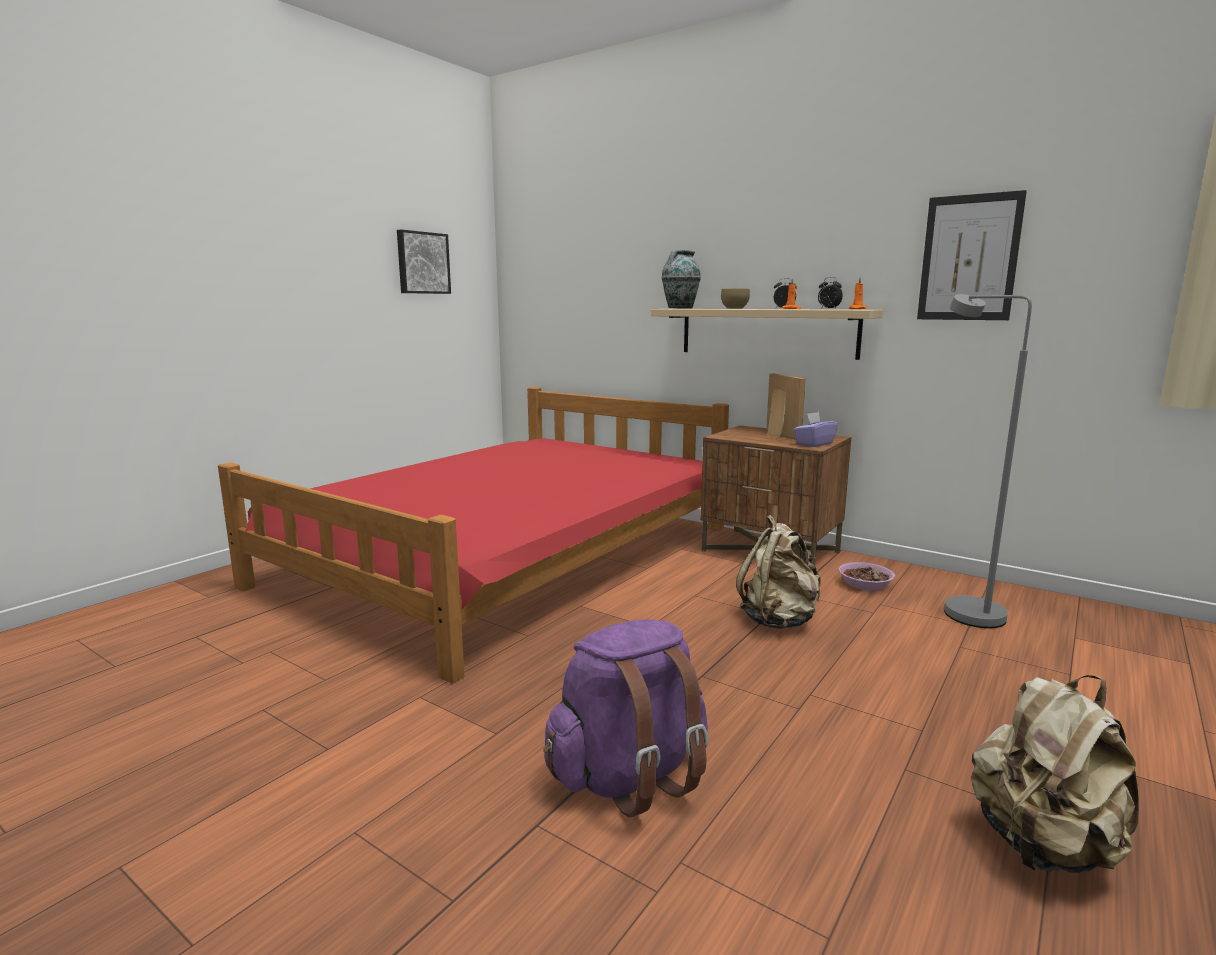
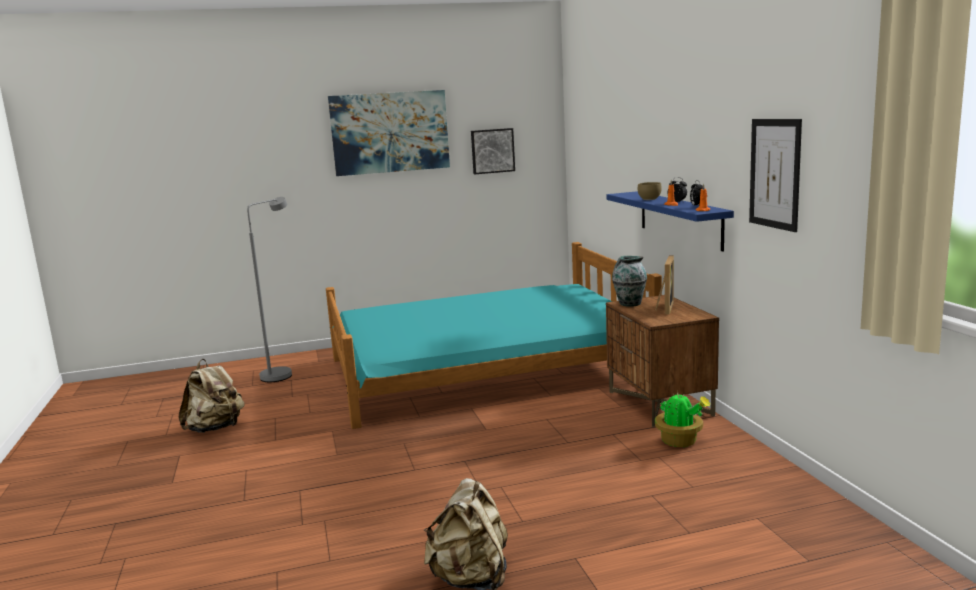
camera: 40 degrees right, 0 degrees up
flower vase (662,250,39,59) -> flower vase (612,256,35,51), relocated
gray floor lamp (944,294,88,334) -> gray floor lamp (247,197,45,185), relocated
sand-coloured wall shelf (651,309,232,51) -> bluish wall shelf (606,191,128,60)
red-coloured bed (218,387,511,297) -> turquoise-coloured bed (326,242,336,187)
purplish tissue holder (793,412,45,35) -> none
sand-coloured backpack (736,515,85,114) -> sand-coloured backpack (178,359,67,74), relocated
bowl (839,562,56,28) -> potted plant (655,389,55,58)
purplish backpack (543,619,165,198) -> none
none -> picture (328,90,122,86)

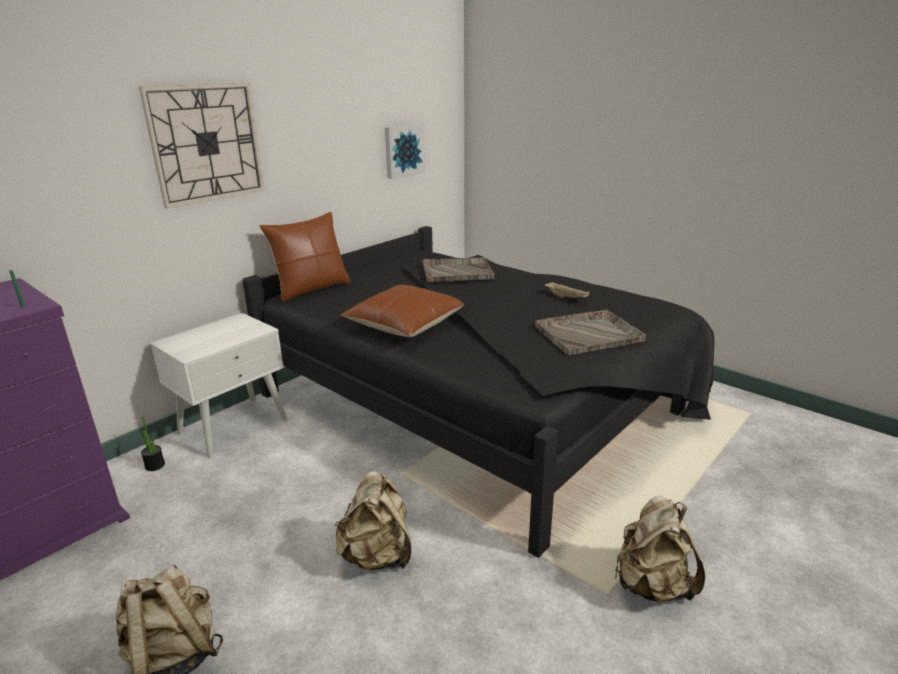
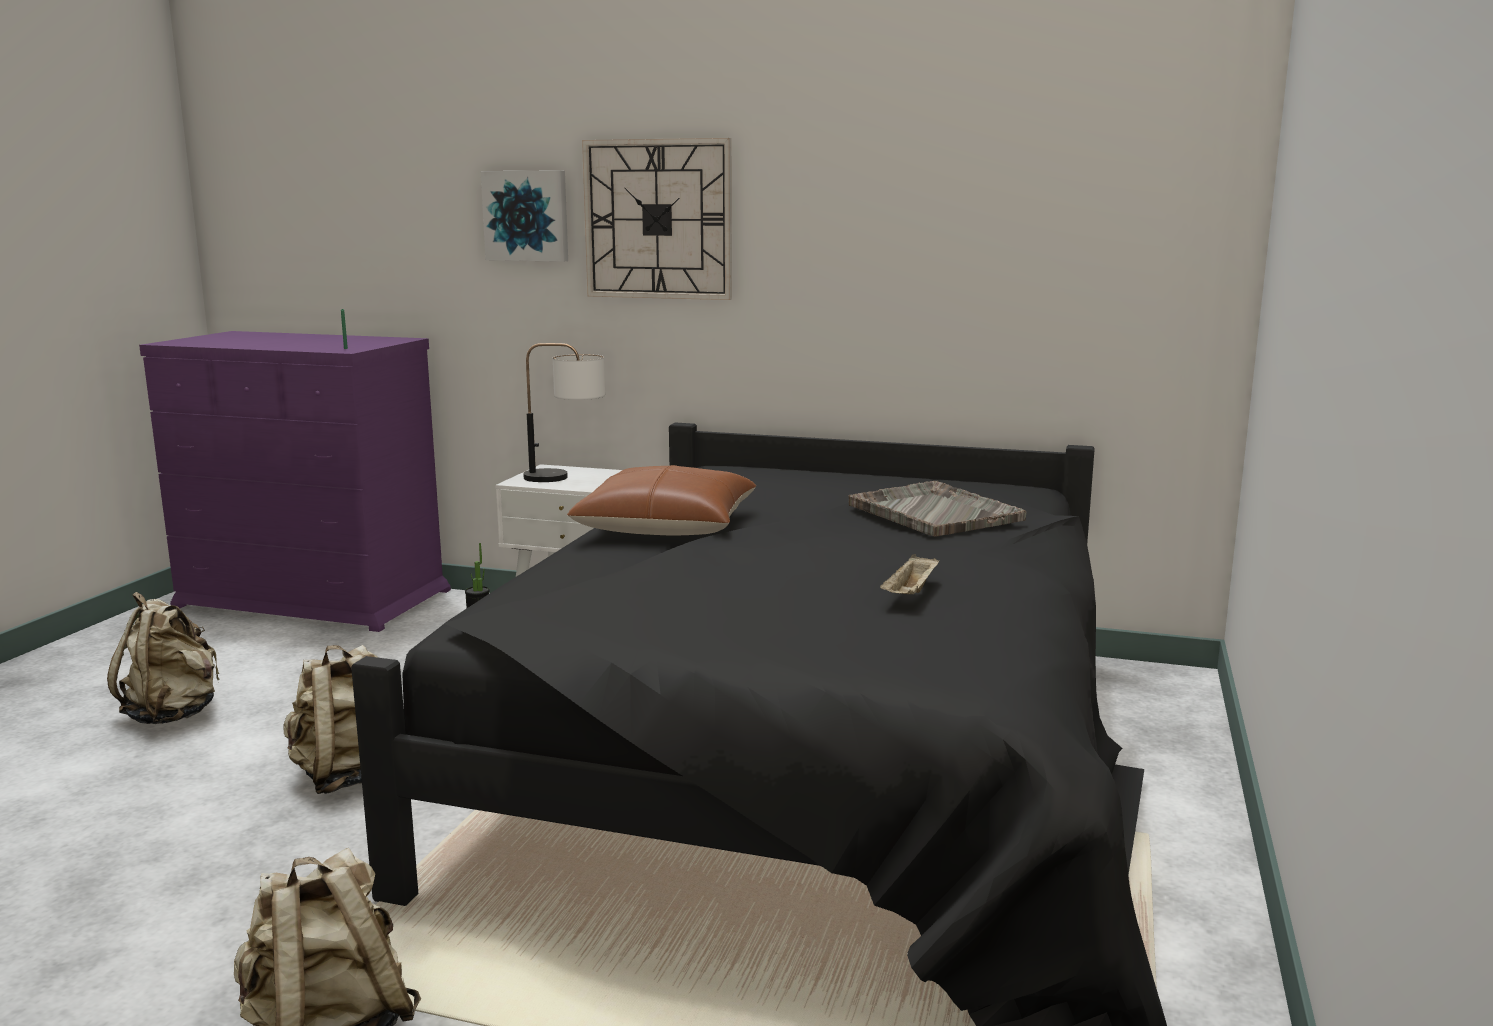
camera: 65 degrees right, 10 degrees down
picture (385,123,40,56) -> picture (480,170,88,92), relocated
brown pillow (260,212,90,90) -> none
gray serving tray (535,310,111,45) -> none
none -> table lamp (523,343,82,139)

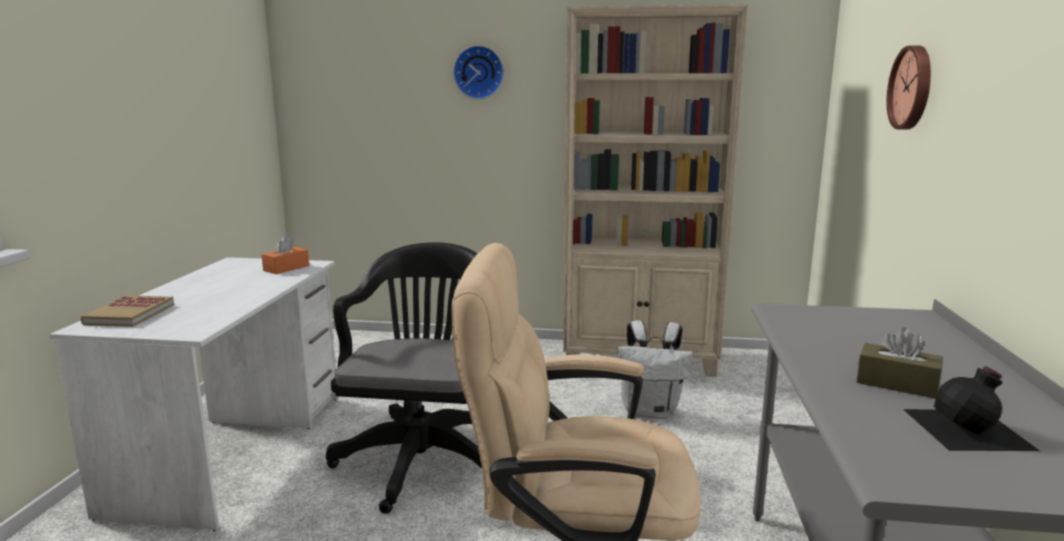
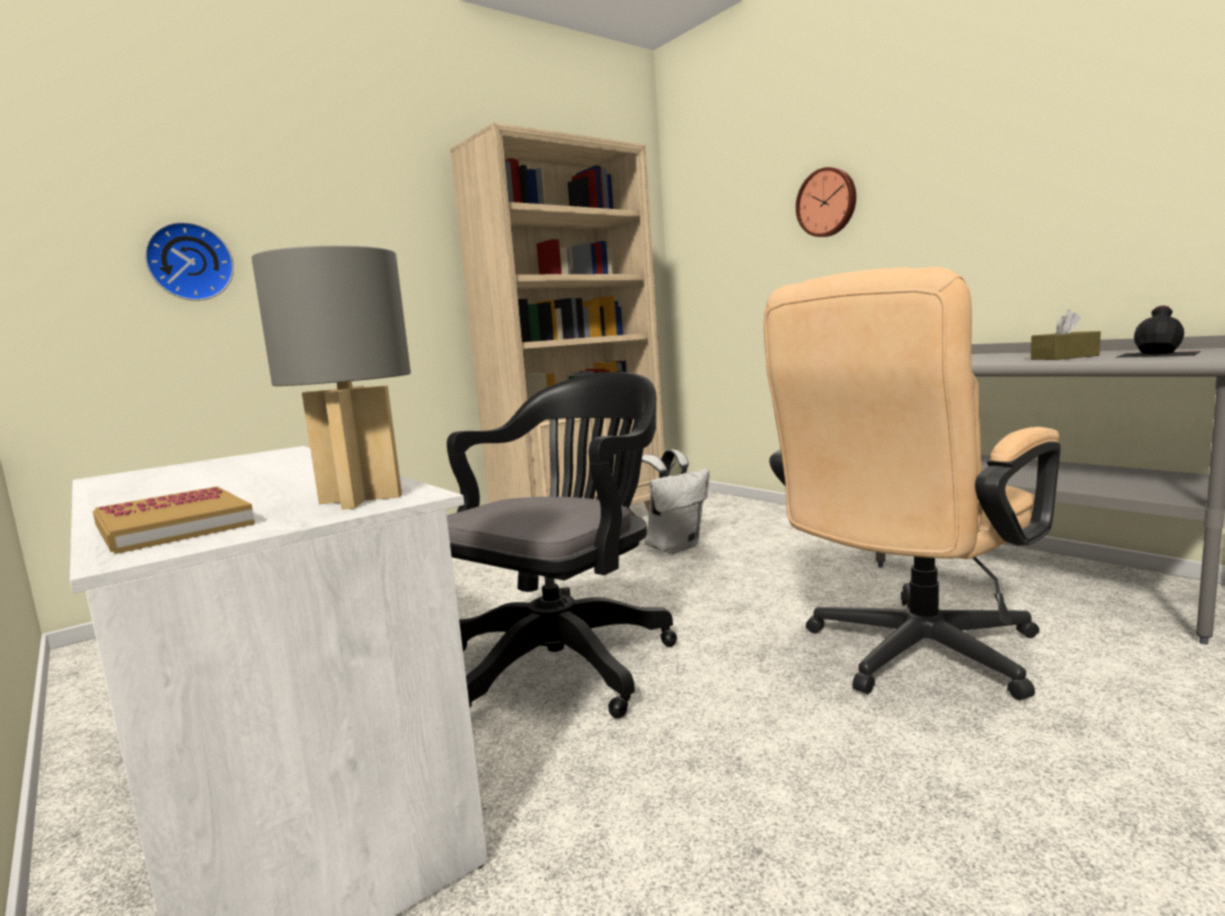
camera: 45 degrees left, 5 degrees down
wall clock (453,45,51,54) -> wall clock (145,222,89,79), relocated
orange-coloured tissue holder (262,235,47,39) -> none
blackish office chair (326,242,156,272) -> blackish office chair (447,372,230,346), 75 degrees clockwise
none -> gray table lamp (251,246,160,264)

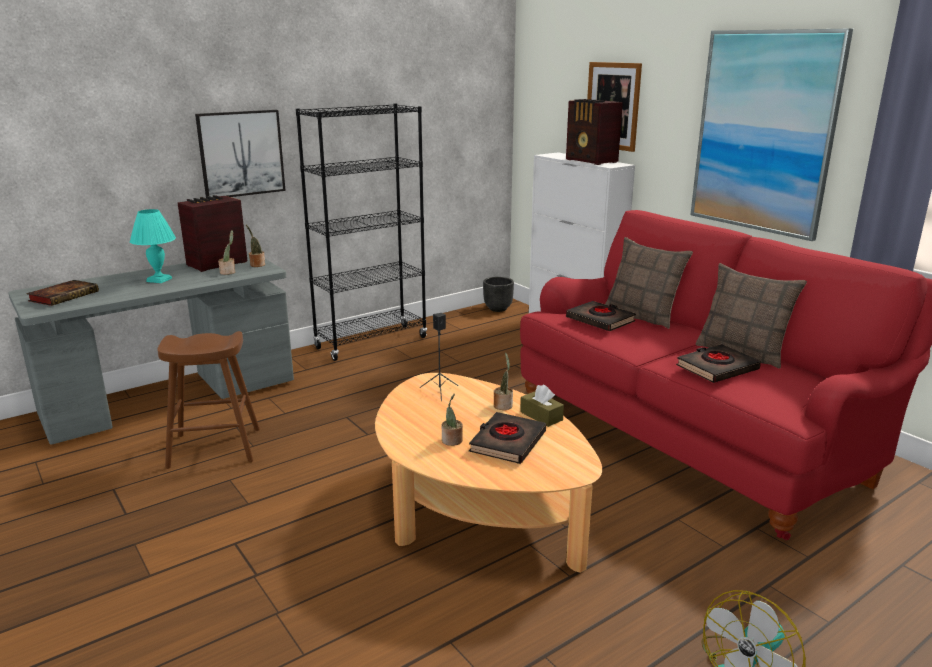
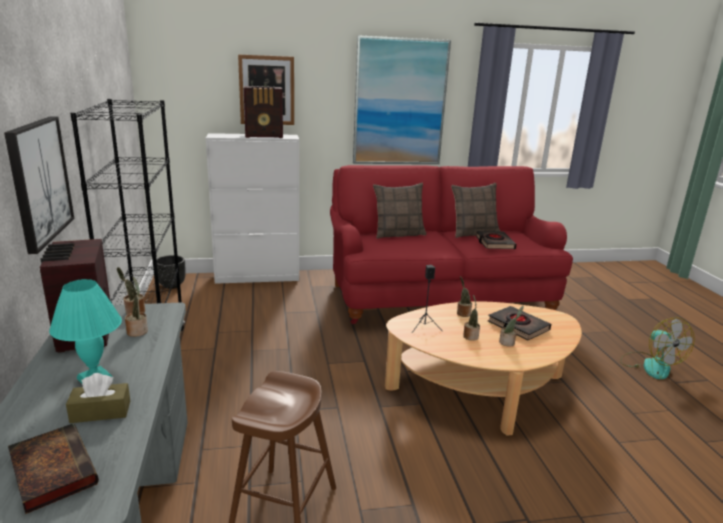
camera: 65 degrees left, 0 degrees up
blackish book (566,301,70,30) -> none
brown tissue holder (520,385,44,42) -> brown tissue holder (66,373,64,50), relocated
none -> potted plant (463,295,17,46)

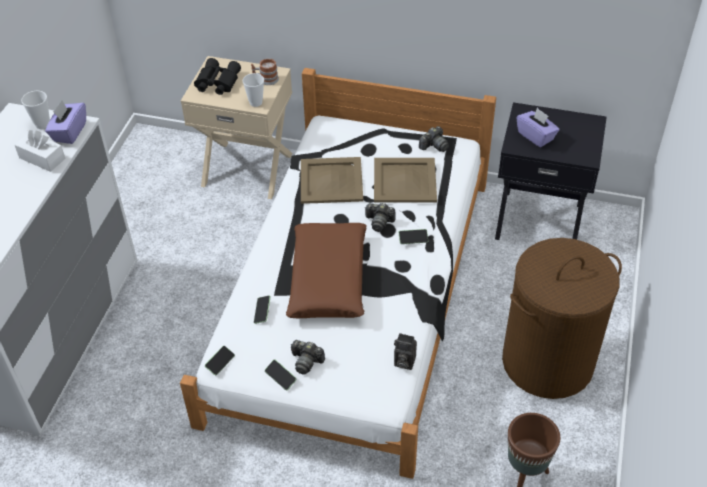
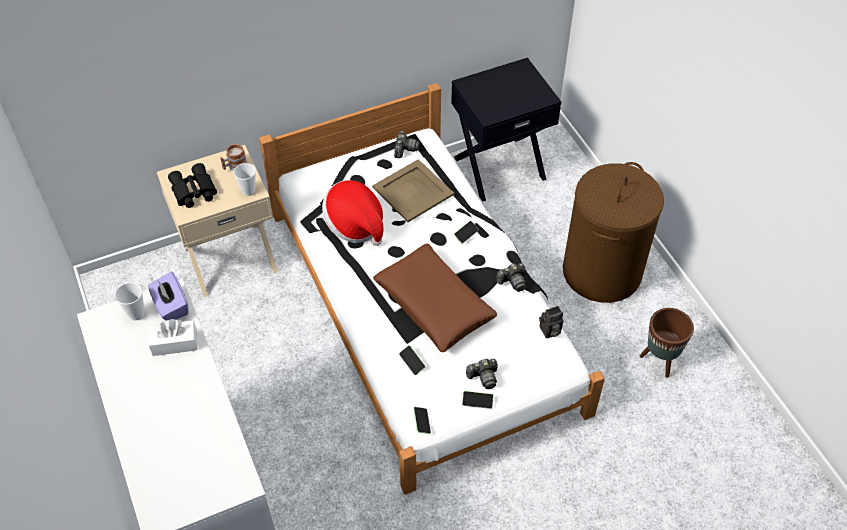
camera: 40 degrees left, 5 degrees up
purplish tissue holder (516,108,43,39) -> none
sand-coloured serving tray (301,157,62,47) -> clothing hat (322,180,61,66)
photo camera (365,203,31,29) -> photo camera (496,263,30,29), relocated

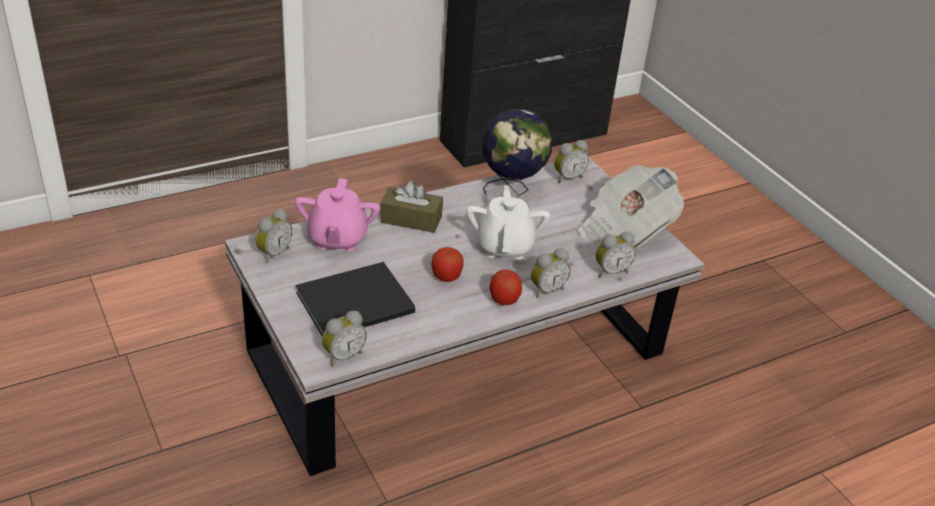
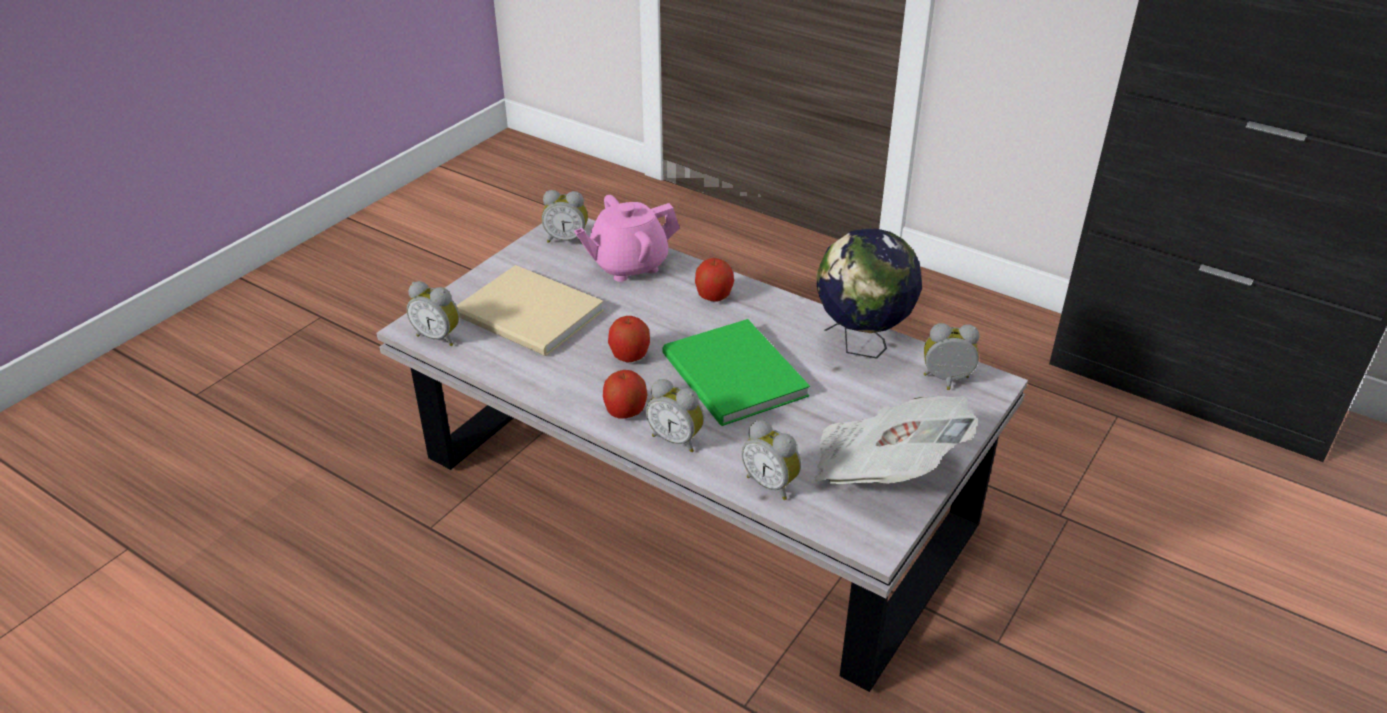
camera: 65 degrees right, 0 degrees up
alarm clock (554,140,35,43) -> alarm clock (924,323,55,67), 150 degrees clockwise
brown tissue holder (380,181,63,52) -> apple fruit (695,258,39,44)
white-coloured teapot (466,185,84,75) -> green book (663,319,147,107)
blackish book (296,262,119,75) -> sand-coloured book (456,265,148,91)

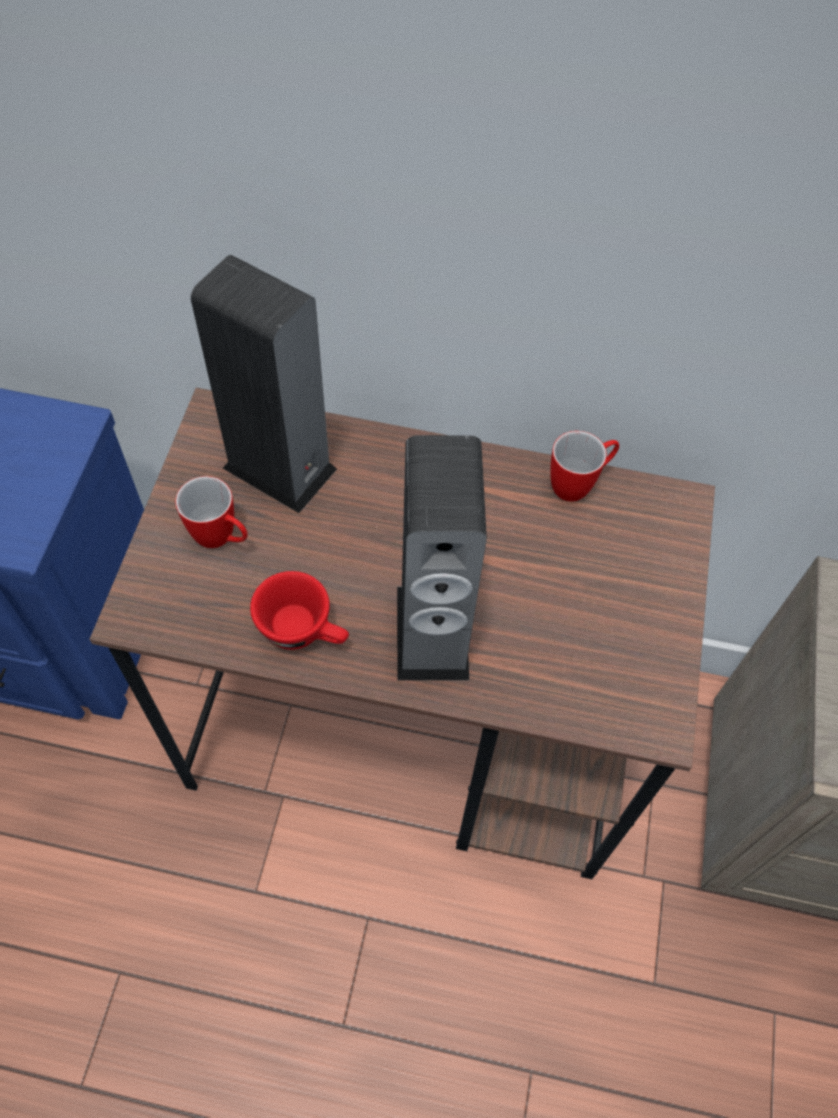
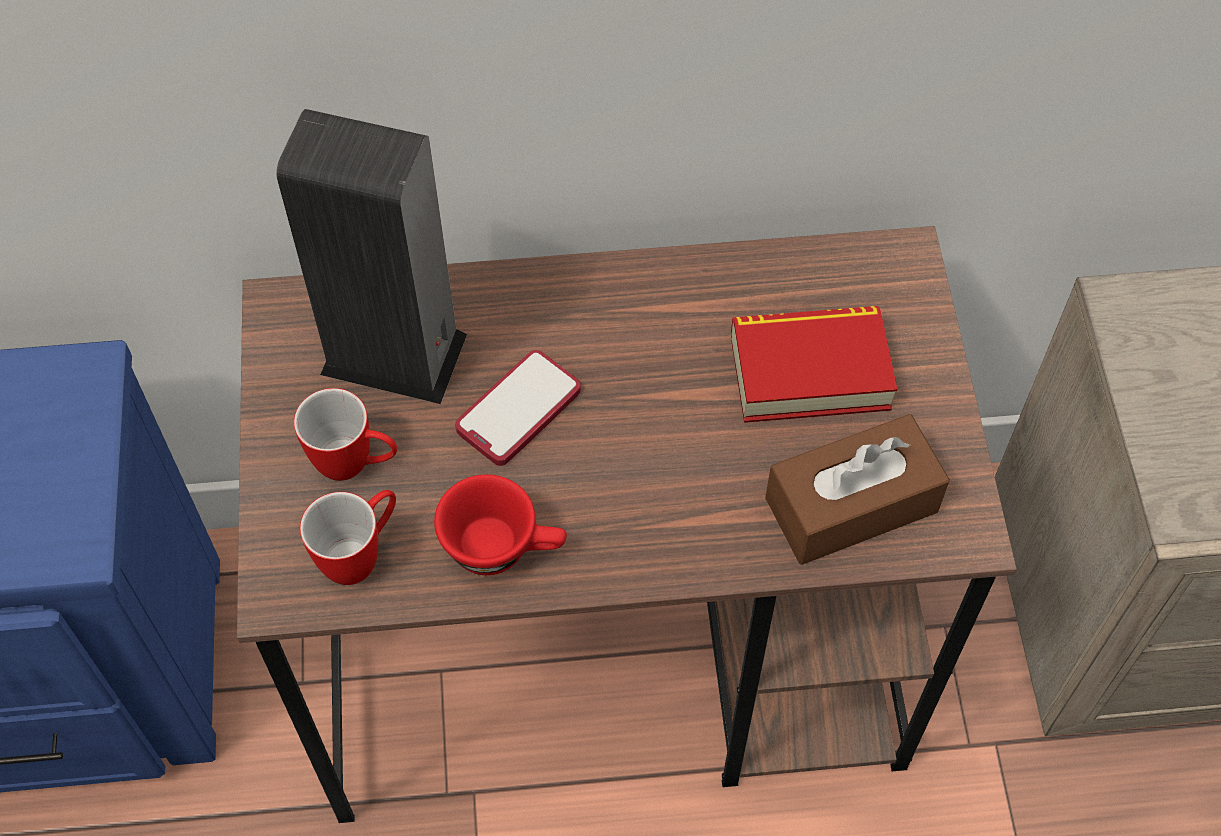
camera: 15 degrees left, 0 degrees up
tea mug (550,431,69,70) -> tea mug (300,490,96,95), relocated
speaker (397,435,90,246) -> none
none -> book (731,306,166,117)
none -> phone (455,350,126,116)
none -> brown tissue holder (765,414,185,151)

